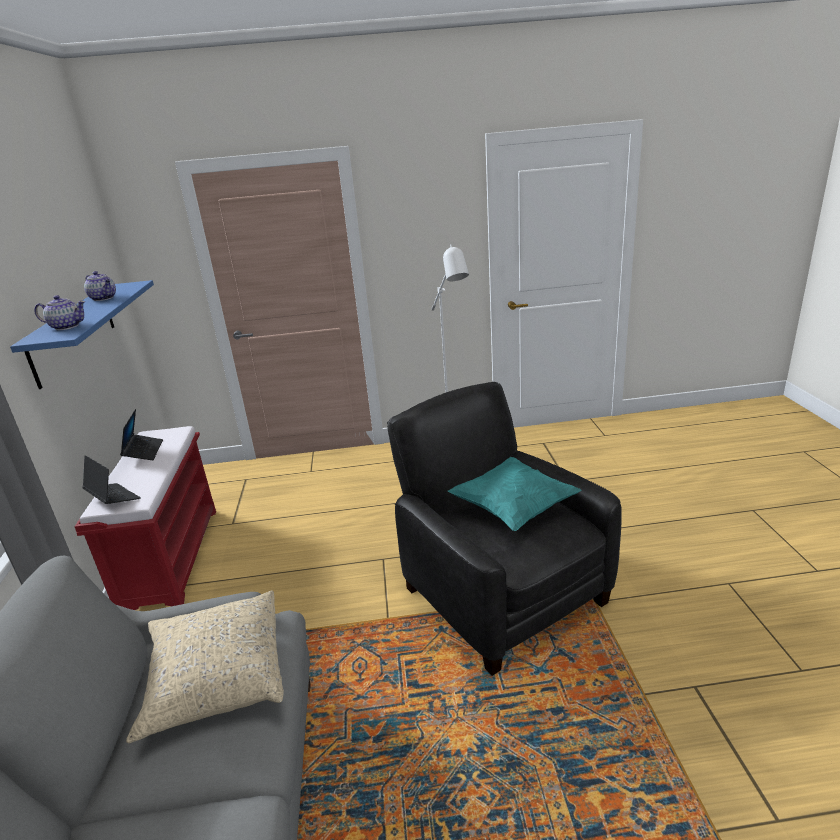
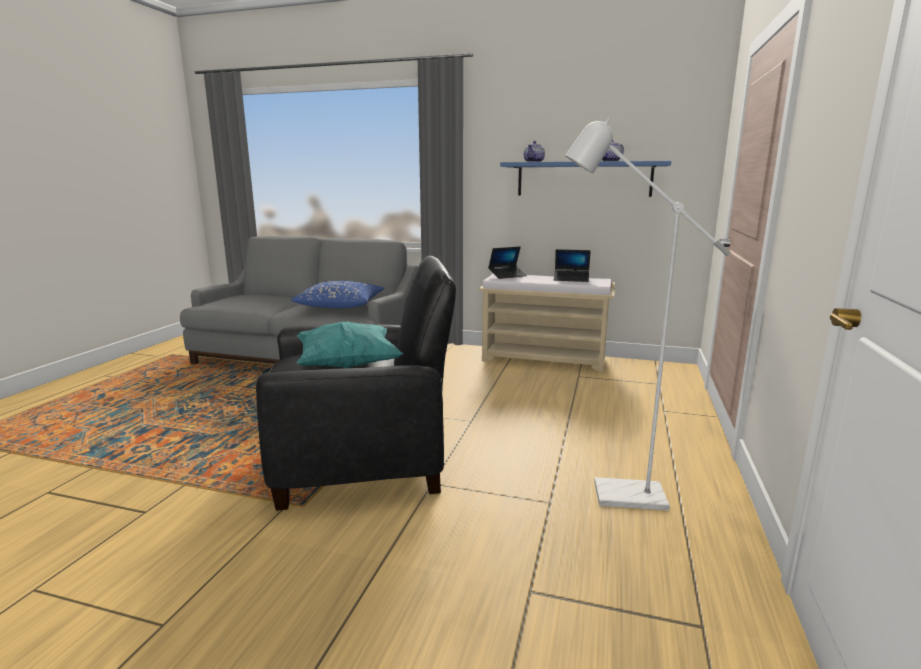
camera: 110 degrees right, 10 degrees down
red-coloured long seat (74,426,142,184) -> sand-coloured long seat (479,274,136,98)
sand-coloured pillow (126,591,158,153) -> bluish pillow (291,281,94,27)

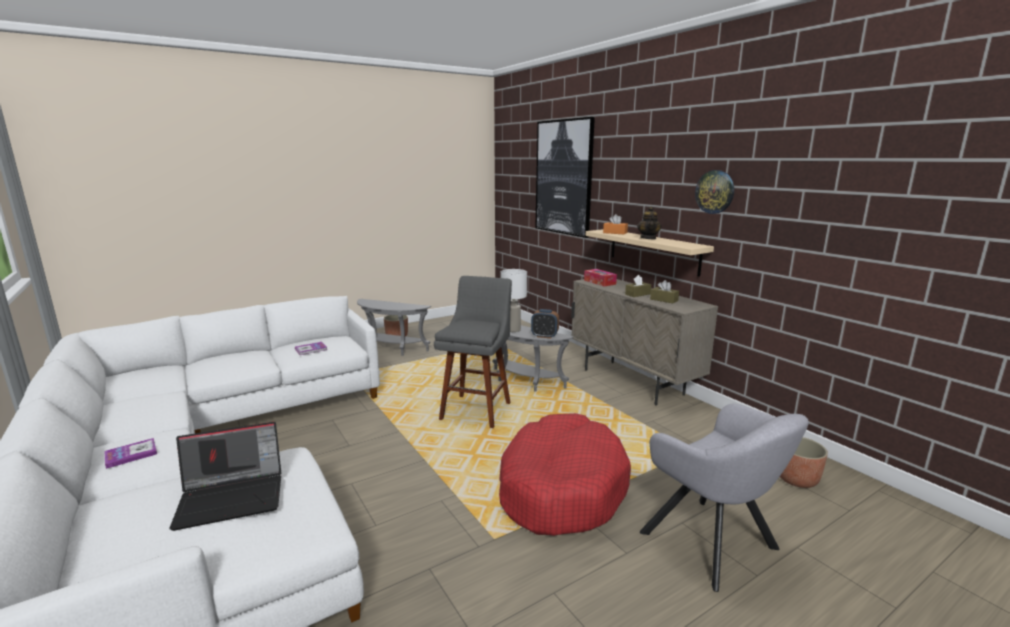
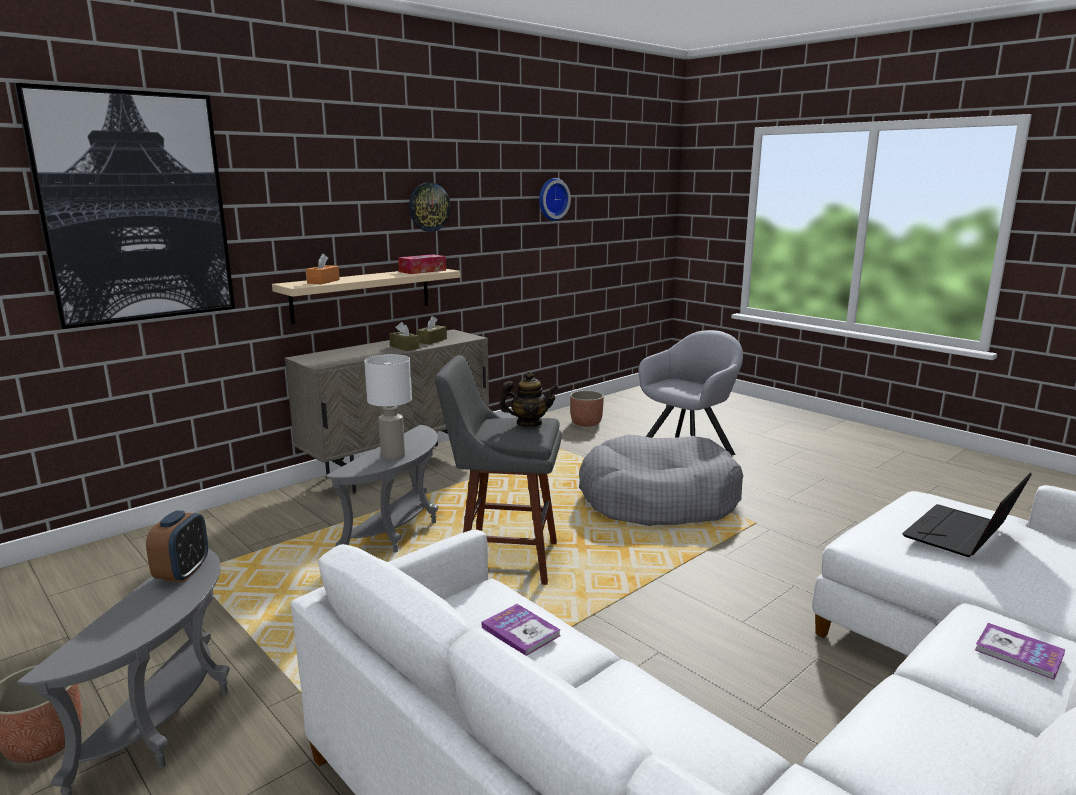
camera: 100 degrees left, 0 degrees up
teapot (637,206,25,33) -> teapot (499,372,59,55), relocated
tissue holder (584,269,33,17) -> tissue holder (398,254,48,20), relocated
alarm clock (531,309,28,29) -> alarm clock (146,511,62,71), relocated
red-coloured pet bed (499,413,132,123) -> gray pet bed (579,435,164,91)
notebook computer (169,422,112,109) -> notebook computer (902,472,130,85), 105 degrees counterclockwise
none -> wall clock (539,178,32,43)

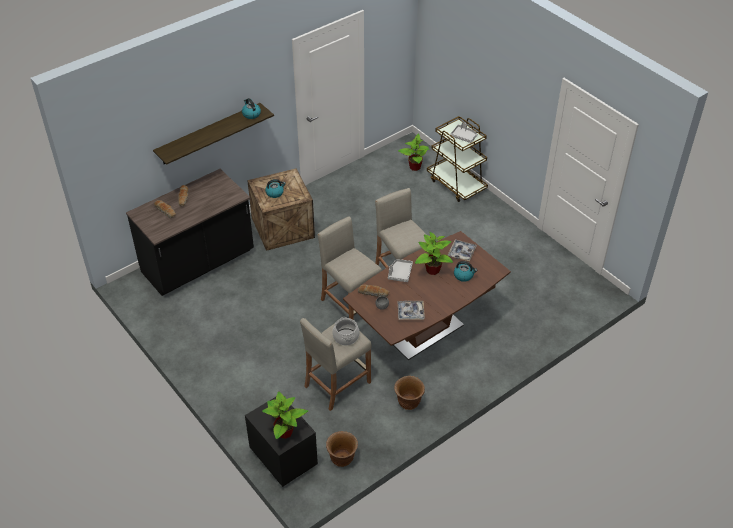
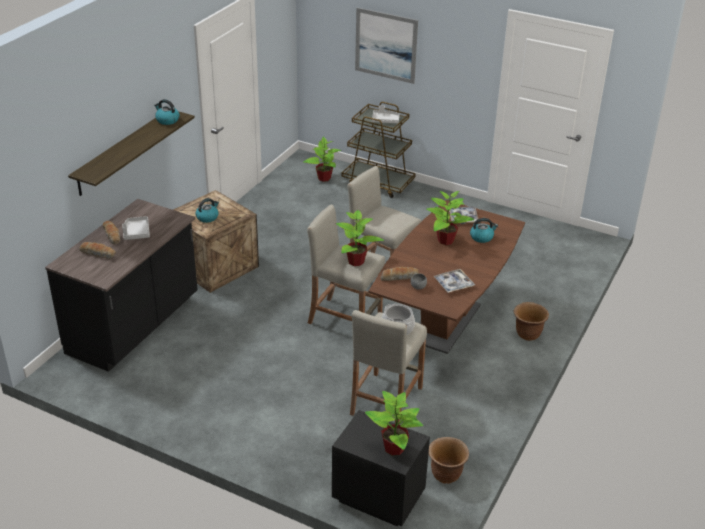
camera: 25 degrees left, 10 degrees down
gray serving tray (388,259,25,23) -> gray serving tray (122,216,28,24), relocated
brown planter (394,376,31,34) -> brown planter (514,302,35,39), relocated
none -> picture (355,7,63,77)
none -> potted plant (336,210,48,56)

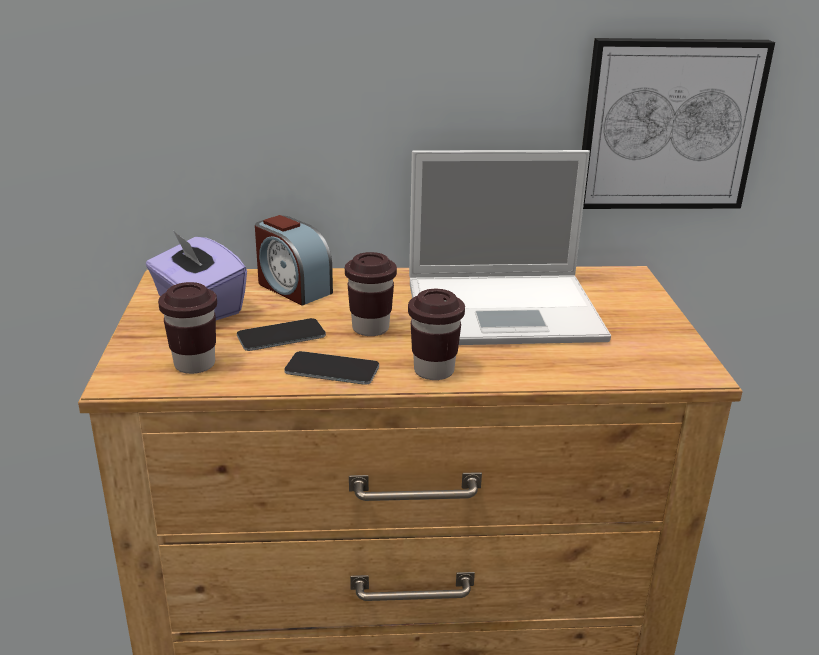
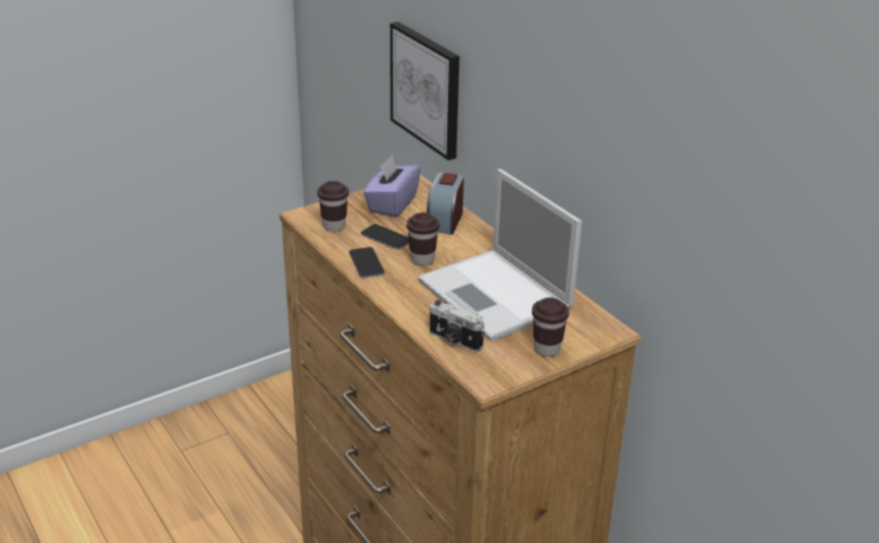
camera: 60 degrees right, 5 degrees up
picture (582,38,193,171) -> picture (390,22,70,139), relocated
brown small cup (408,289,57,91) -> brown small cup (532,297,37,60), relocated
none -> photo camera (429,300,56,52)

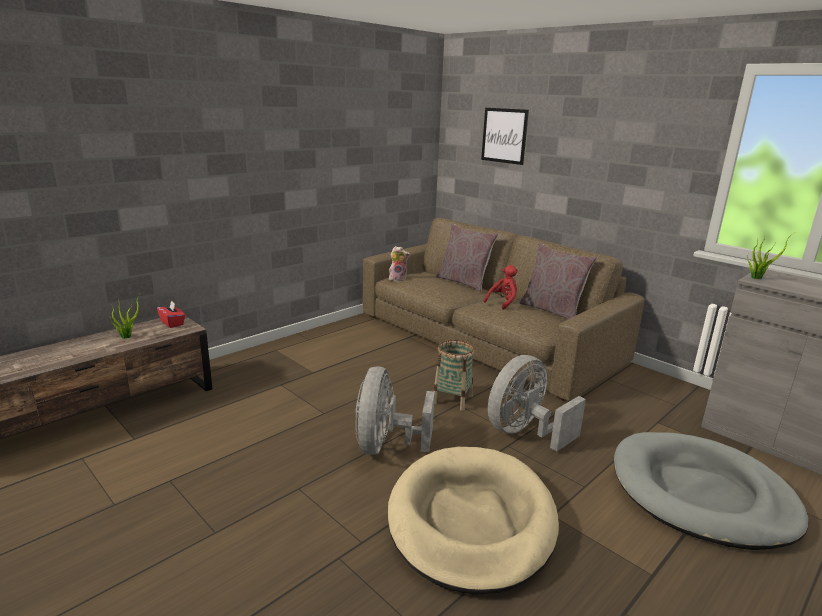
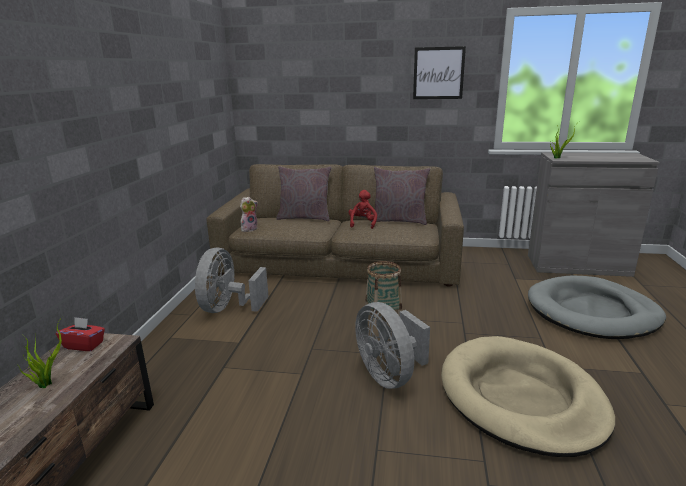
camera: 35 degrees left, 0 degrees up
picture (481,108,48,57) -> picture (413,46,53,53), relocated
gray fan (488,355,98,96) -> gray fan (195,247,74,66), relocated

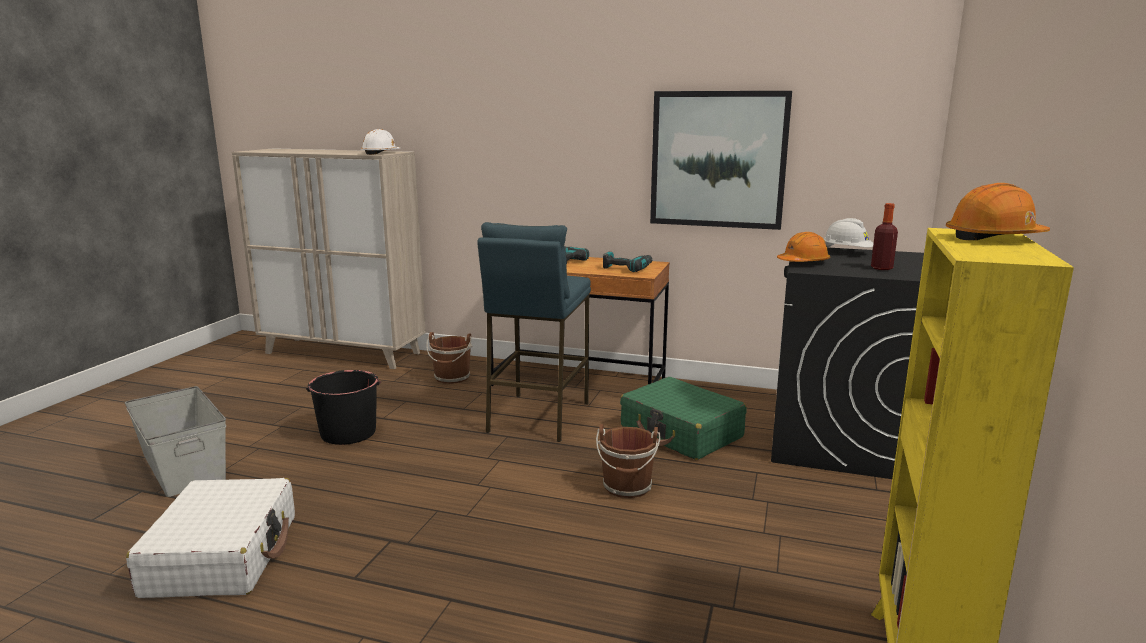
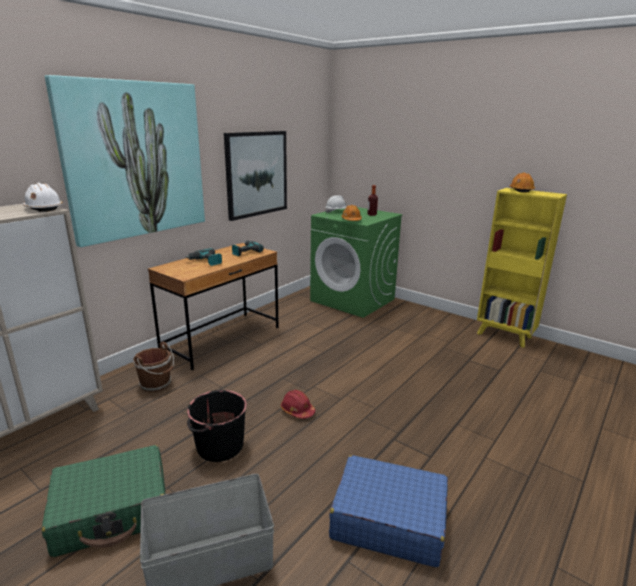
camera: 70 degrees left, 5 degrees up
bluish stool seat (477,222,114,220) -> none
blackish washing machine (771,247,153,232) -> green washing machine (310,207,93,111)
green piece of luggage (620,377,126,83) -> green piece of luggage (42,445,123,112), relocated
brown water bucket (596,424,65,74) -> none
white-coloured piece of luggage (126,478,169,120) -> bluish piece of luggage (329,455,119,112)
none -> picture (45,75,160,172)
none -> red-coloured safety helmet (281,390,34,29)

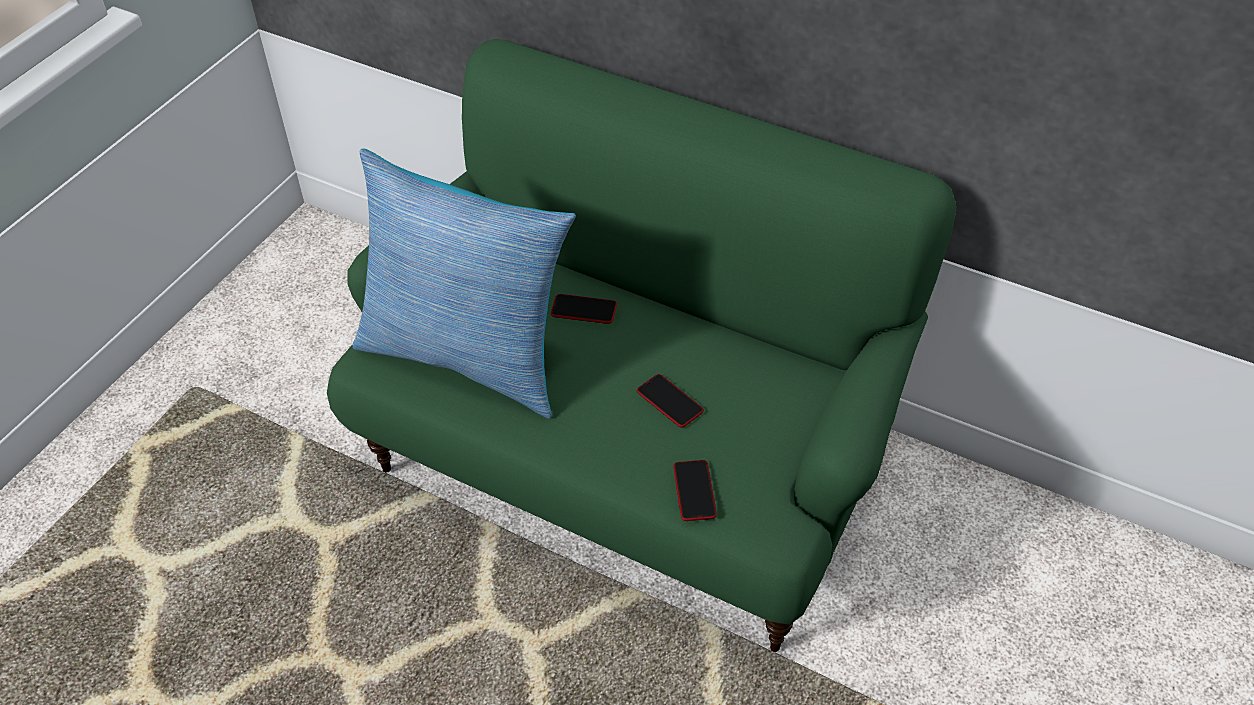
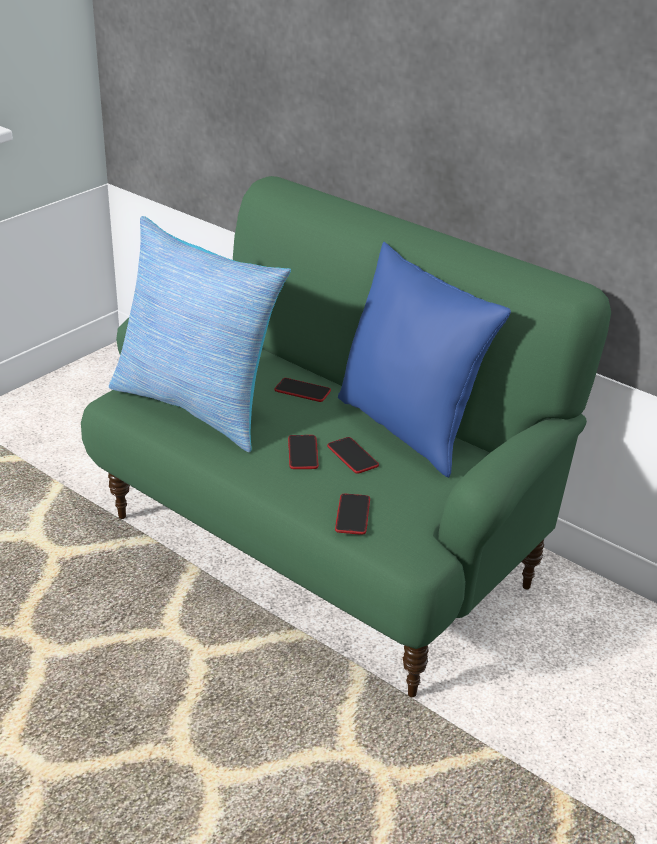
camera: 10 degrees right, 15 degrees down
none -> bluish pillow (338,242,173,235)
none -> phone (288,435,31,34)

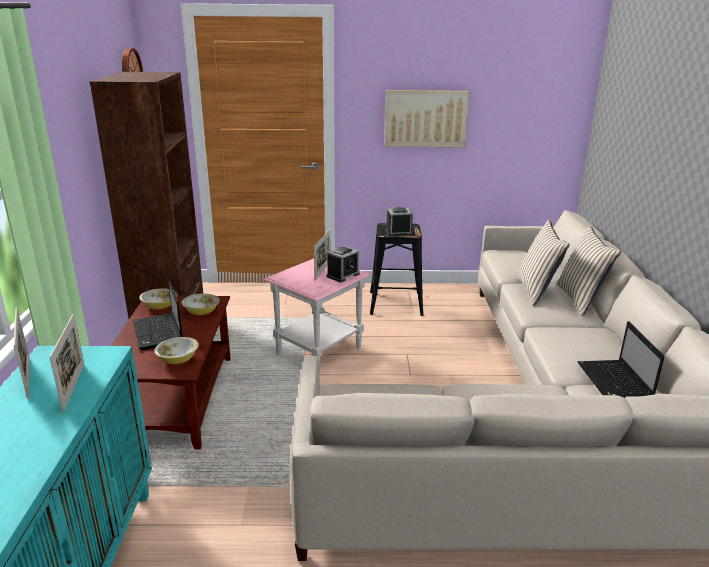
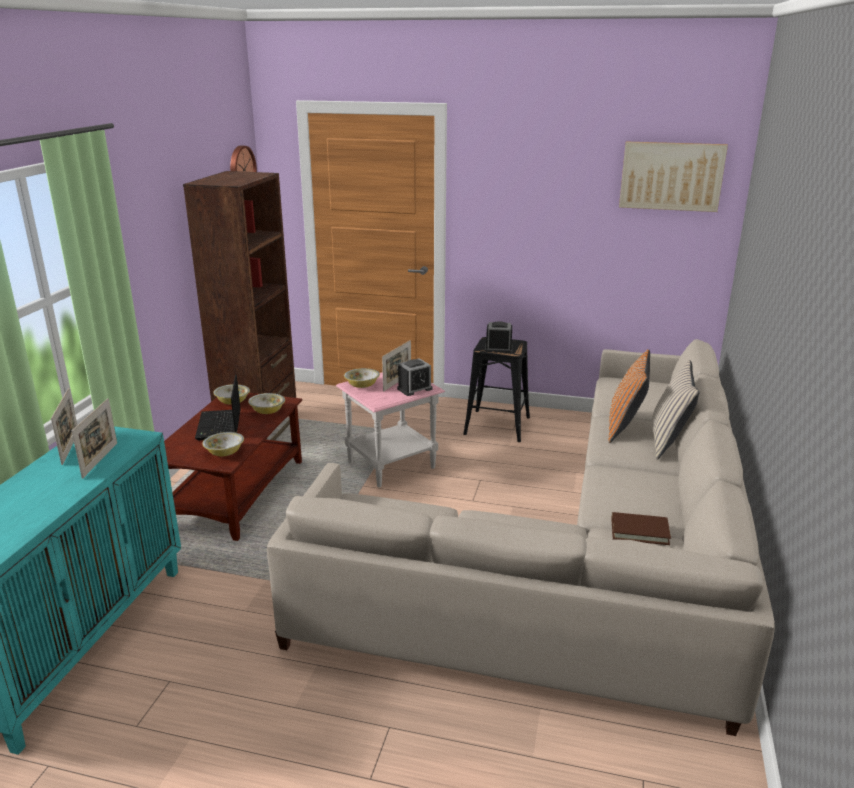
camera: 15 degrees right, 0 degrees up
picture (384,90,86,57) -> picture (619,142,109,70), relocated
sand-coloured pillow (517,220,53,86) -> orange-coloured pillow (608,349,42,94)
notebook computer (578,321,86,77) -> brown book (611,512,60,33)
none -> bowl (344,368,36,20)

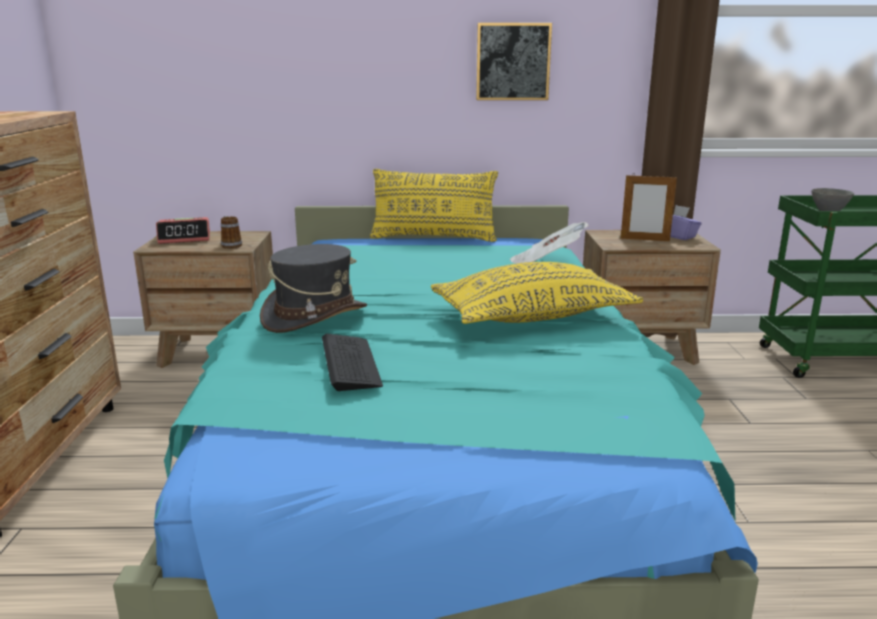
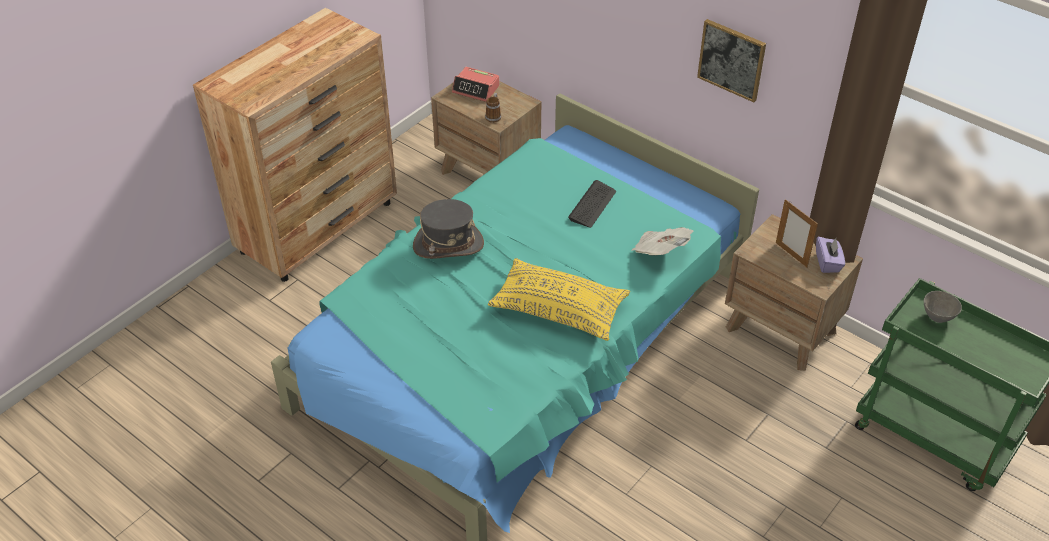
camera: 40 degrees right, 25 degrees up
yellowish pillow (370,169,128,73) -> none
computer keyboard (322,334,61,57) -> computer keyboard (568,180,48,48), relocated

